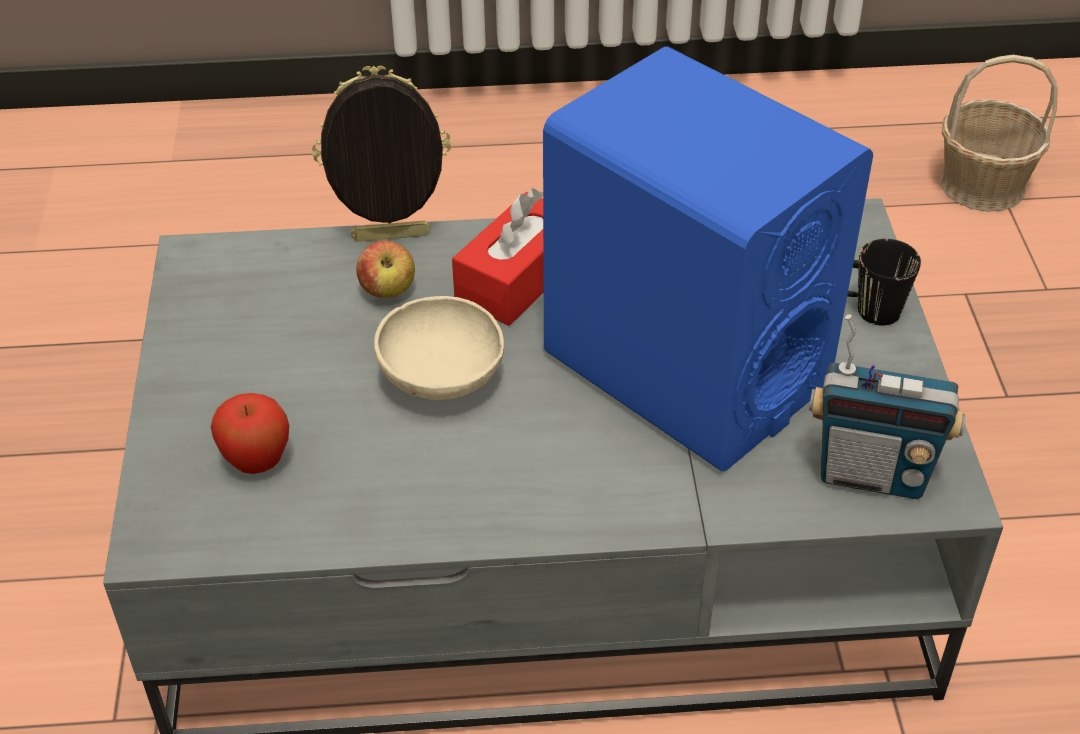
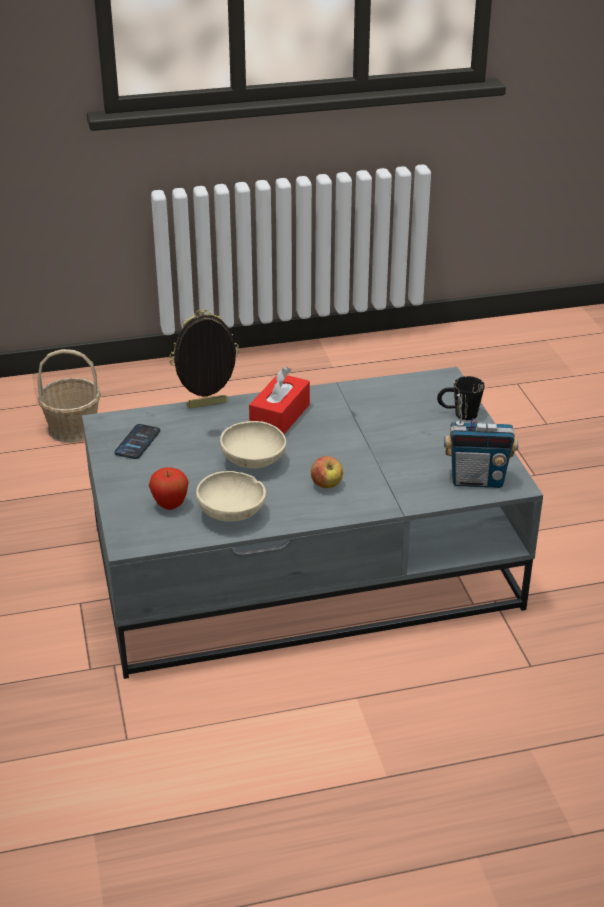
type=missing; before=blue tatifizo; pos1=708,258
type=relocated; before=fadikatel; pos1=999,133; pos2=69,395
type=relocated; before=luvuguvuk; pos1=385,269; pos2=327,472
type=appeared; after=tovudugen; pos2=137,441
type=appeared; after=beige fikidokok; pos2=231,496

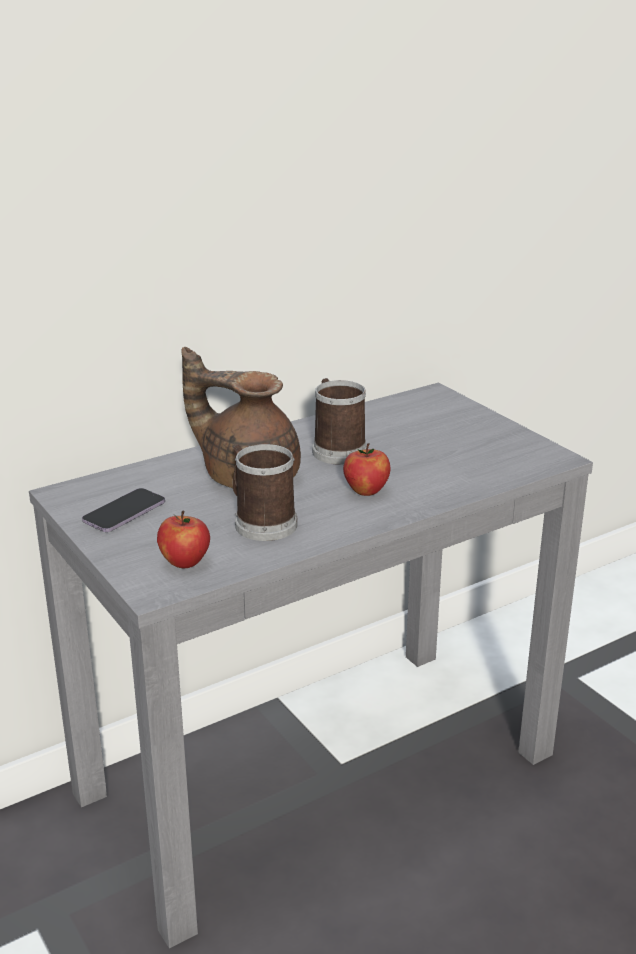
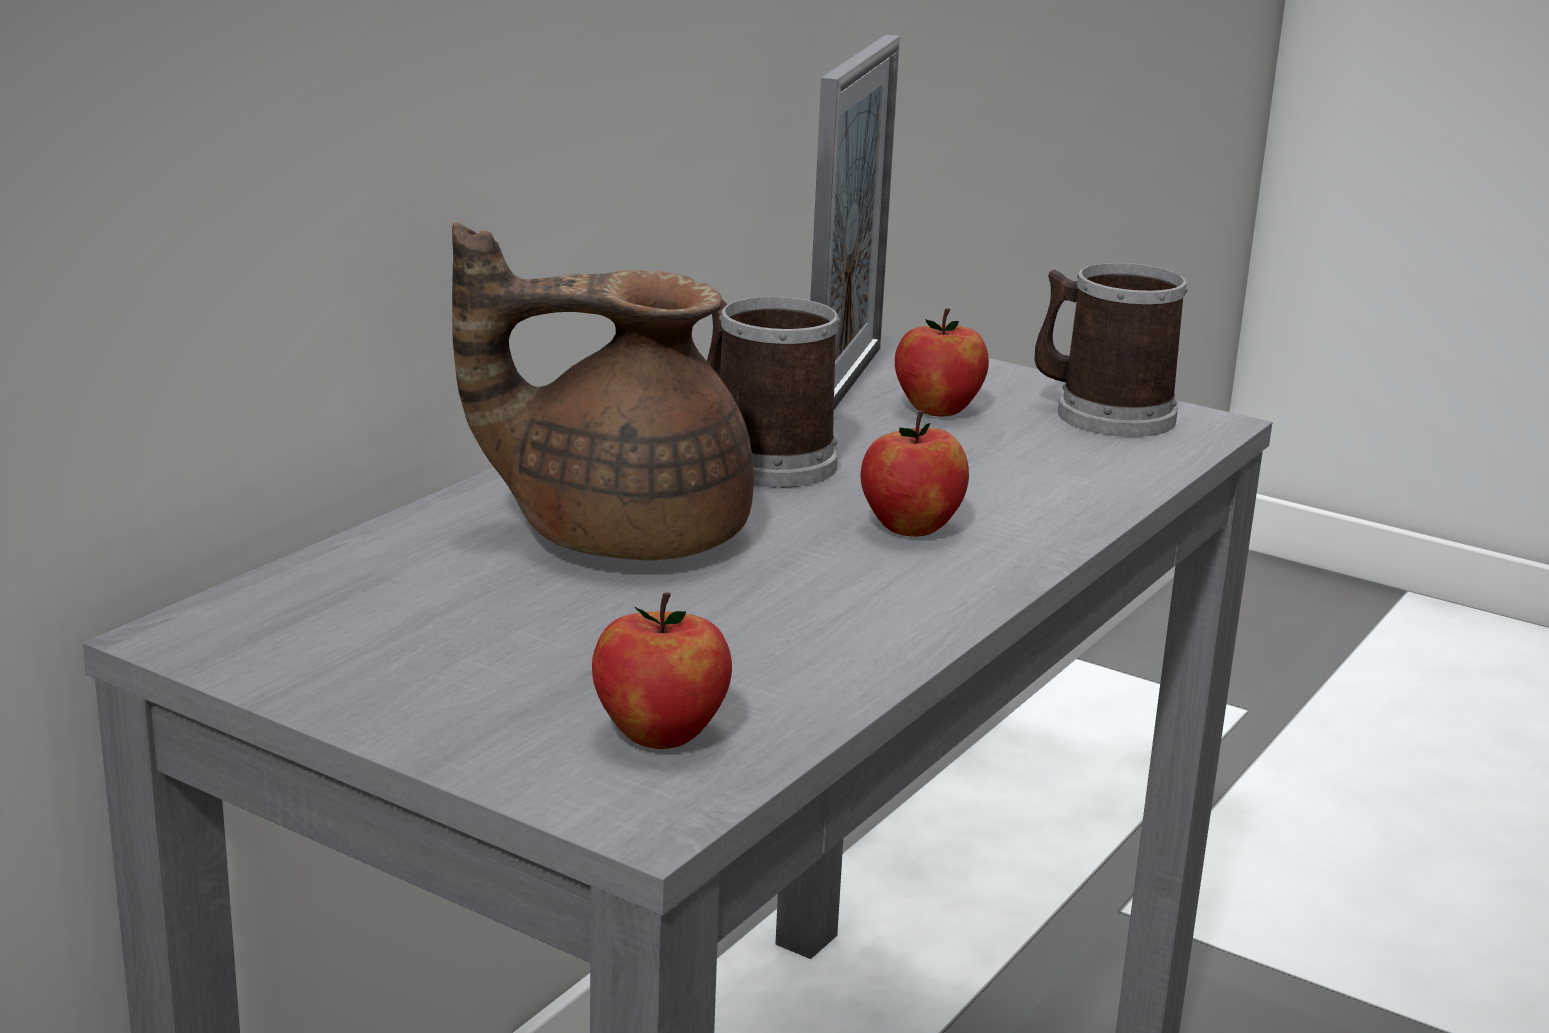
type=relocated; before=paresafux; pos1=265,492; pos2=1111,350
type=missing; before=tovudugen; pos1=123,510
type=appeared; after=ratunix; pos2=855,222
type=appeared; after=luvuguvuk; pos2=942,362

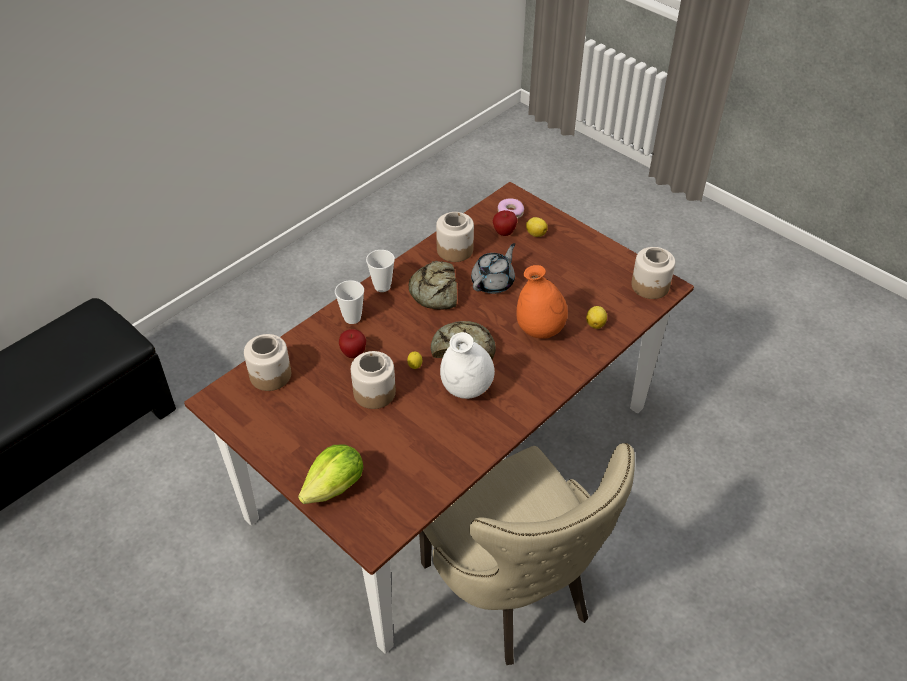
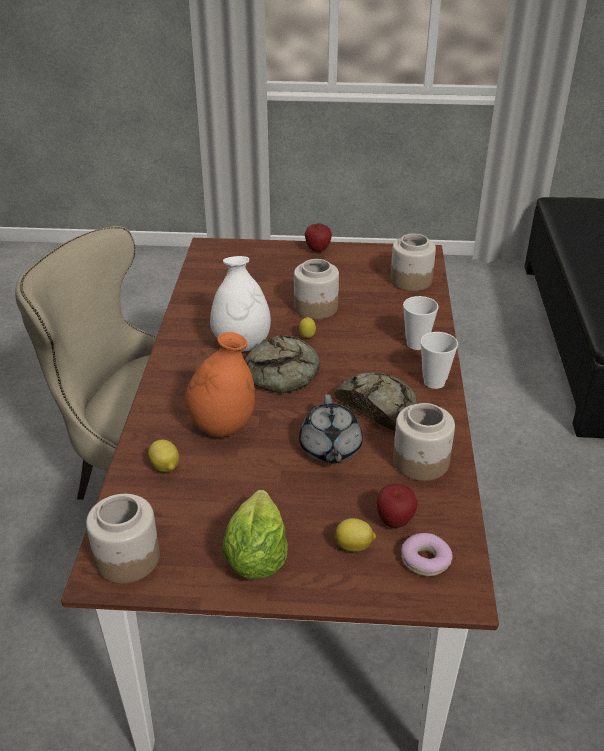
type=relocated; before=luvuguvuk; pos1=352,343; pos2=318,237
type=relocated; before=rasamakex; pos1=330,474; pos2=255,535

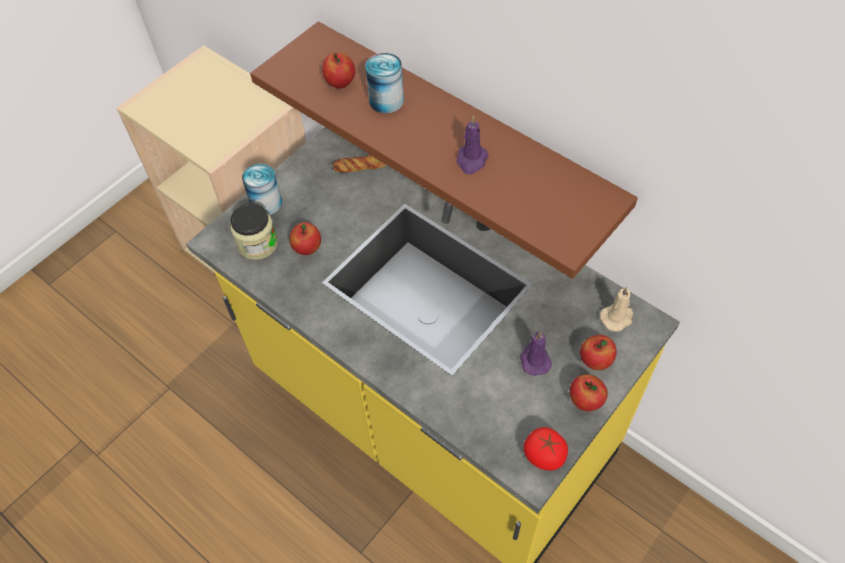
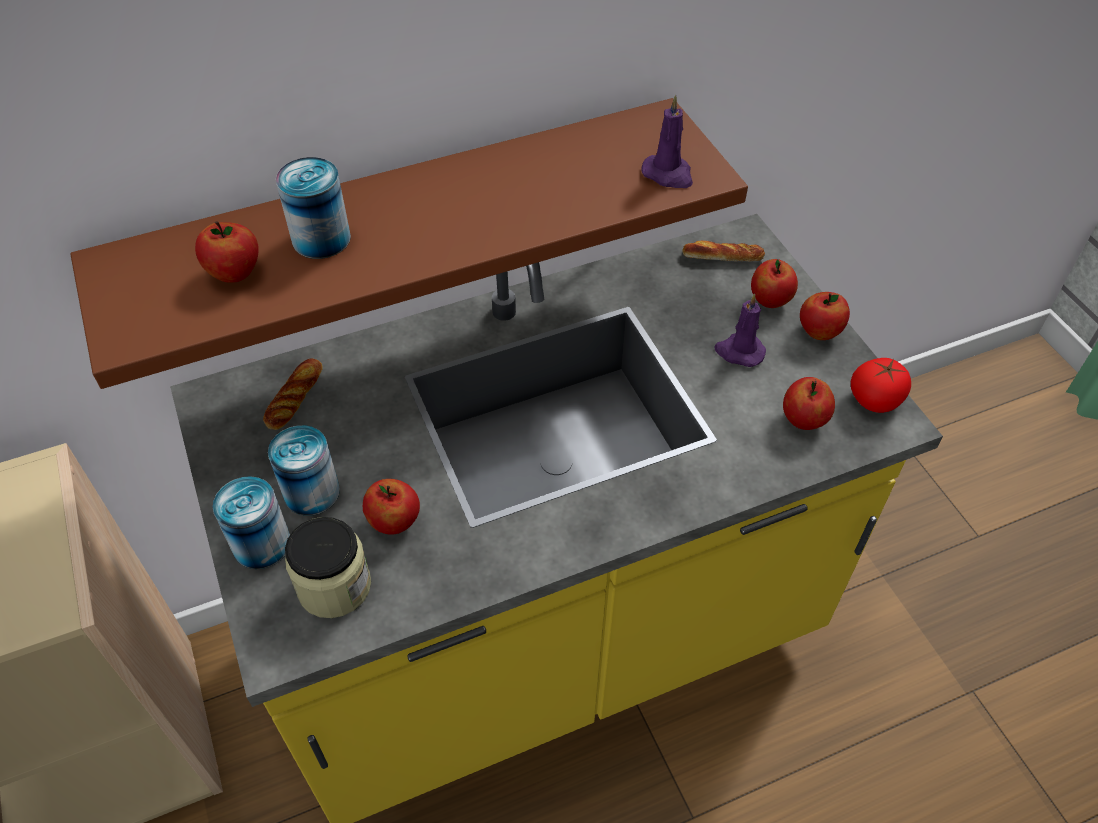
type=relocated; before=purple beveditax; pos1=473,145; pos2=667,141
type=exchanged; before=beige beveditax; after=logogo; pos1=616,309; pos2=723,250
type=appeared; after=luvuguvuk; pos2=809,403
type=appeared; after=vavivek; pos2=304,470

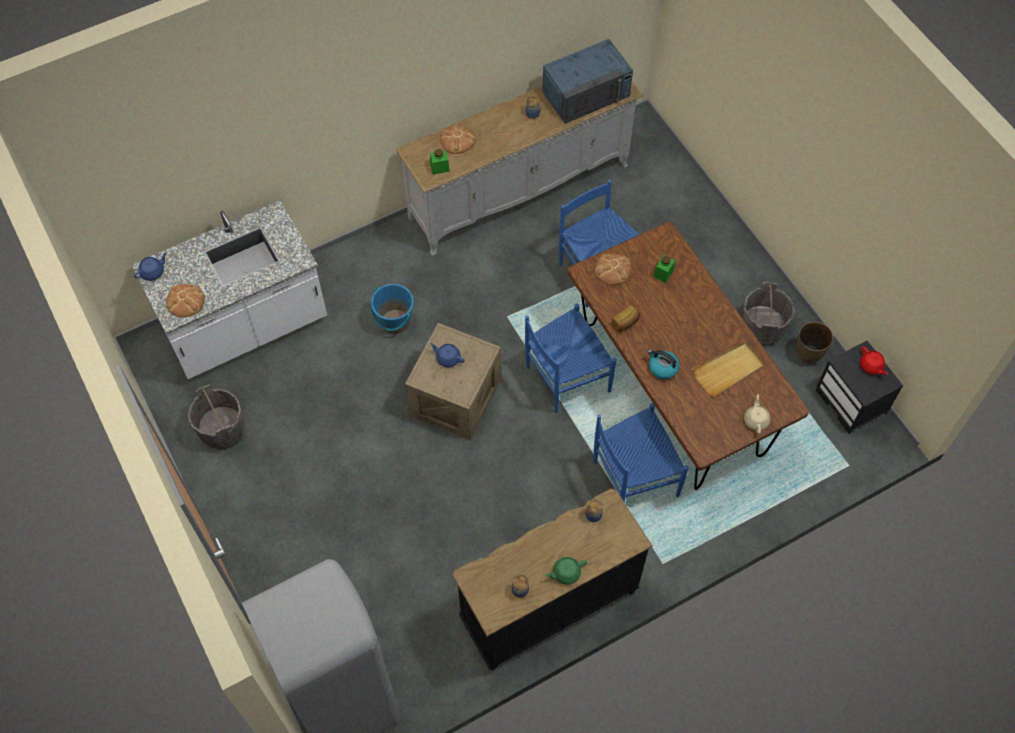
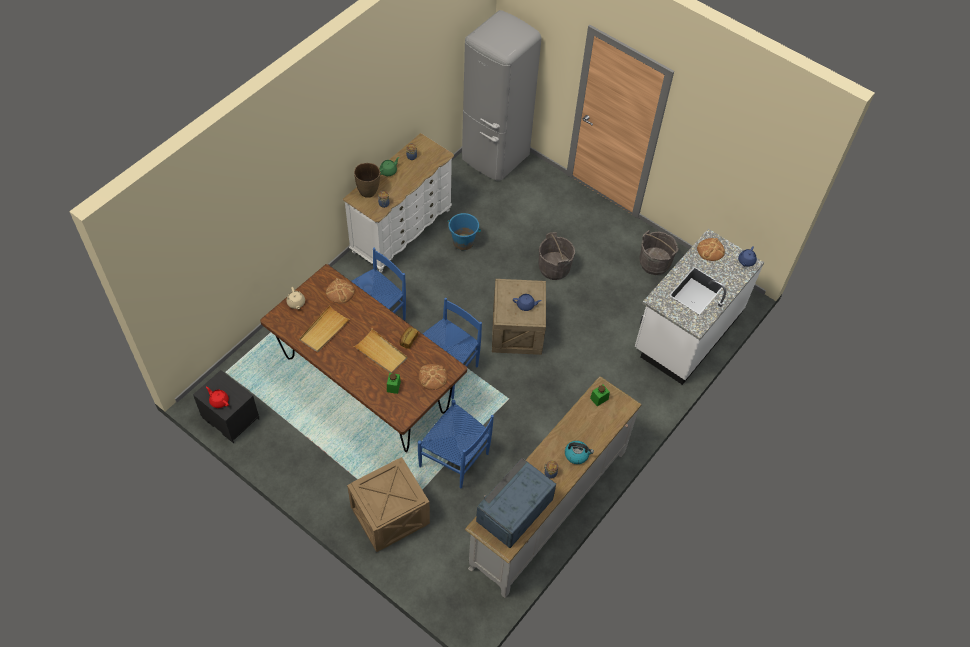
type=relocated; before=logogo; pos1=458,138; pos2=340,290
type=relocated; before=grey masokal; pos1=768,313; pos2=557,256
type=relocated; before=blue masokal; pos1=392,309; pos2=464,231
type=relocated; before=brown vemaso; pos1=815,343; pos2=367,180
type=relocated; before=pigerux; pos1=664,364; pos2=579,452
type=colour; before=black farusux; after=white farusux; pos1=552,579; pos2=398,203
type=appeared; after=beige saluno; pos2=381,351
type=appeared; after=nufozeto; pos2=388,504

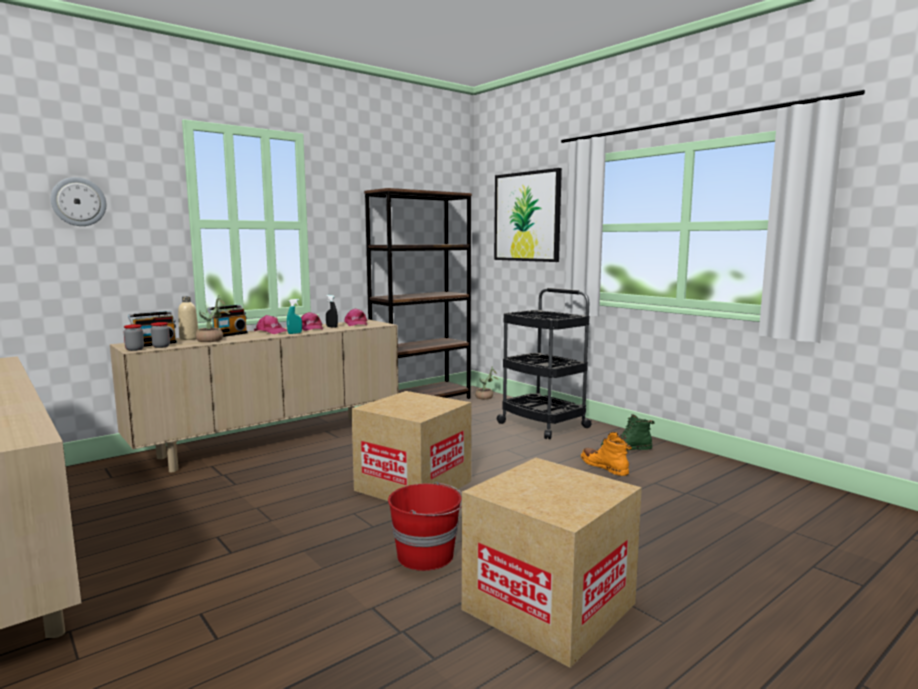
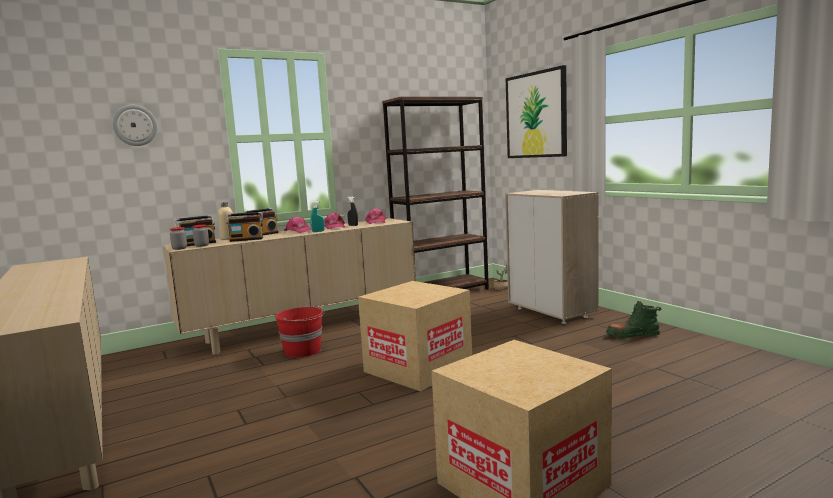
type=exchanged; before=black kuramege; after=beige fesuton; pos1=544,363; pos2=552,257
type=exchanged; before=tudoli; after=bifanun; pos1=213,318; pos2=244,227
type=missing; before=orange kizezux; pos1=606,454
type=relocated; before=red masokal; pos1=425,526; pos2=300,331

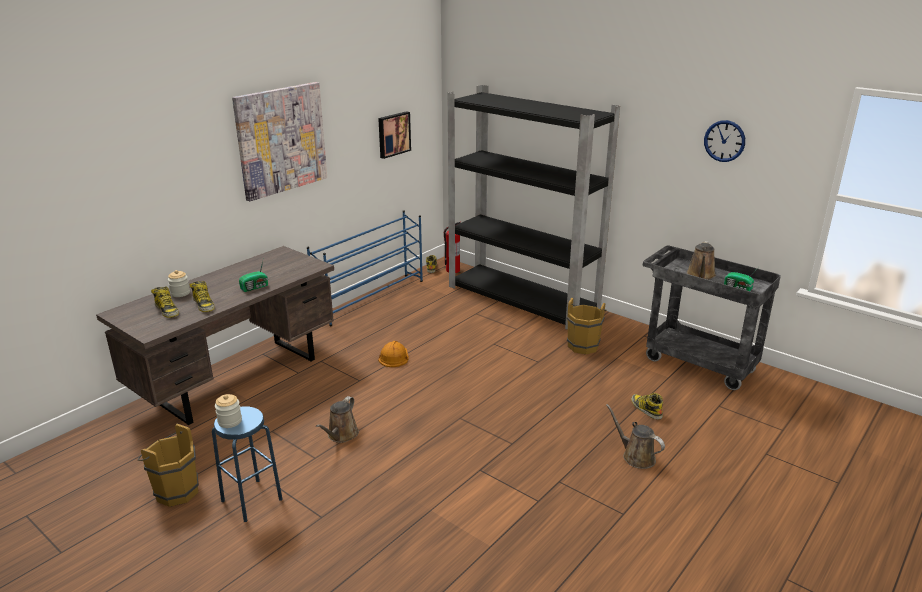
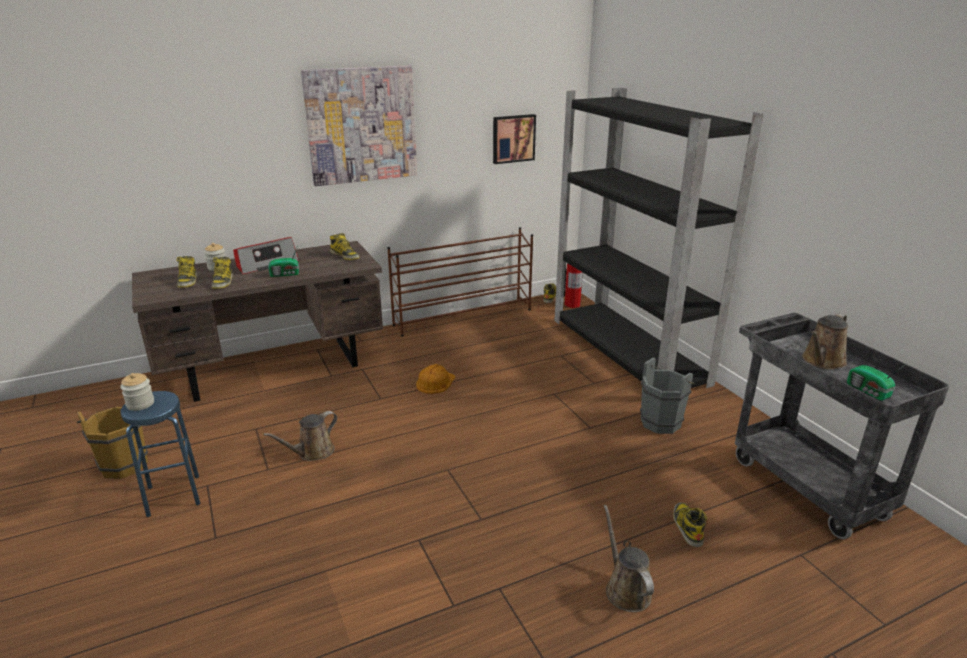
type=missing; before=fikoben; pos1=724,141
type=colour; before=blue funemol; after=brown funemol; pos1=365,268; pos2=460,282
type=colour; before=brown masokal; after=grey masokal; pos1=587,325; pos2=667,395
type=appeared; after=kizezux; pos2=345,246
type=appeared; after=bifanun; pos2=266,255

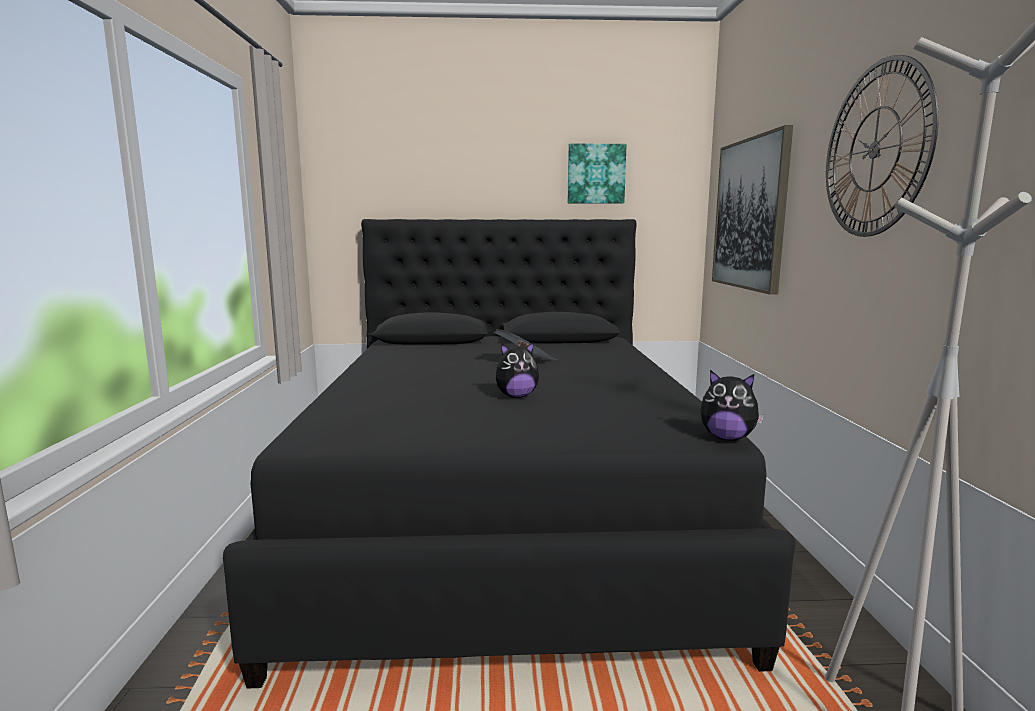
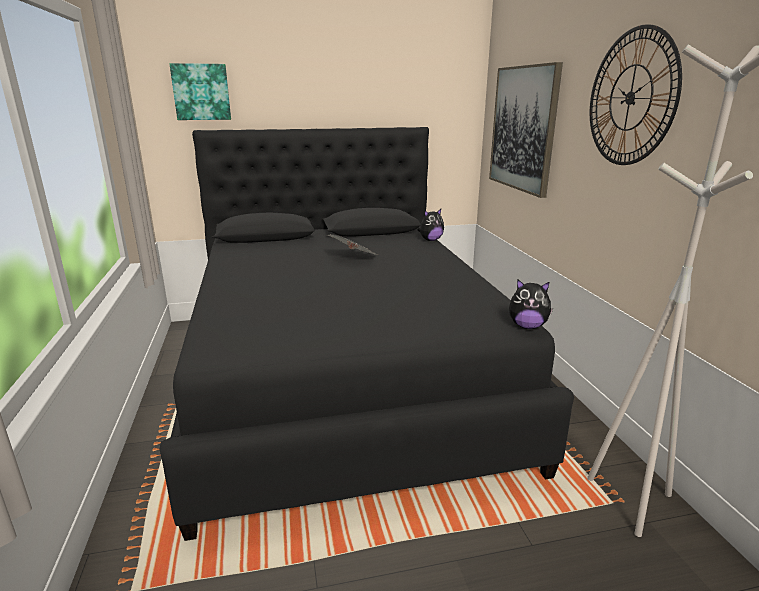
type=relocated; before=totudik; pos1=597,173; pos2=200,91
type=relocated; before=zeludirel; pos1=517,370; pos2=431,225

